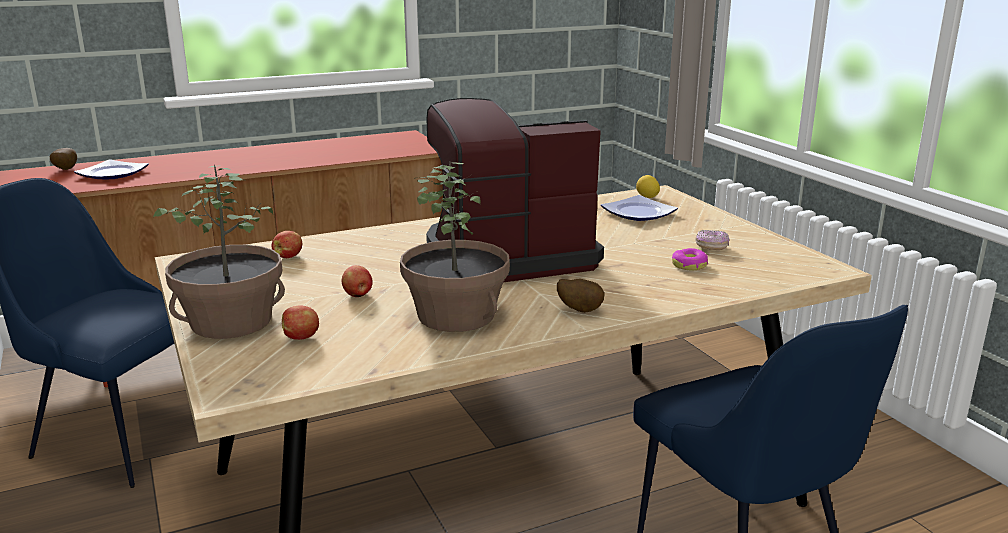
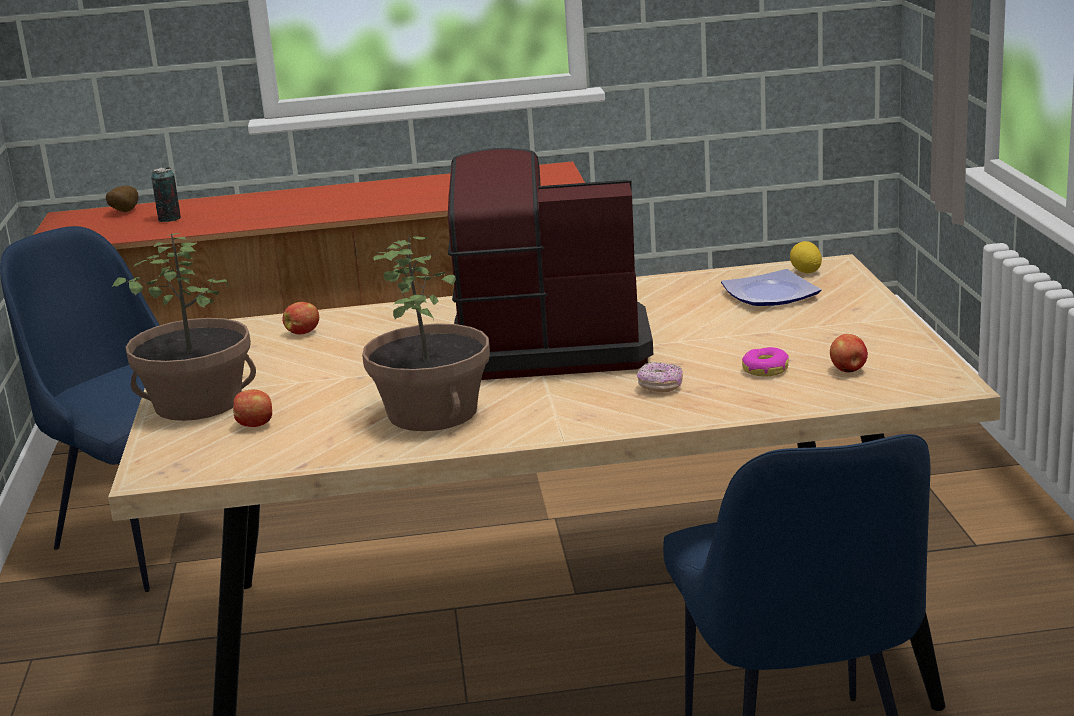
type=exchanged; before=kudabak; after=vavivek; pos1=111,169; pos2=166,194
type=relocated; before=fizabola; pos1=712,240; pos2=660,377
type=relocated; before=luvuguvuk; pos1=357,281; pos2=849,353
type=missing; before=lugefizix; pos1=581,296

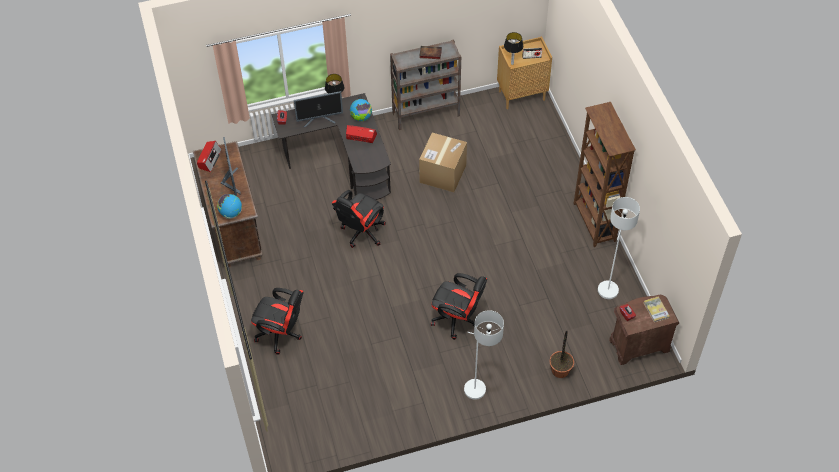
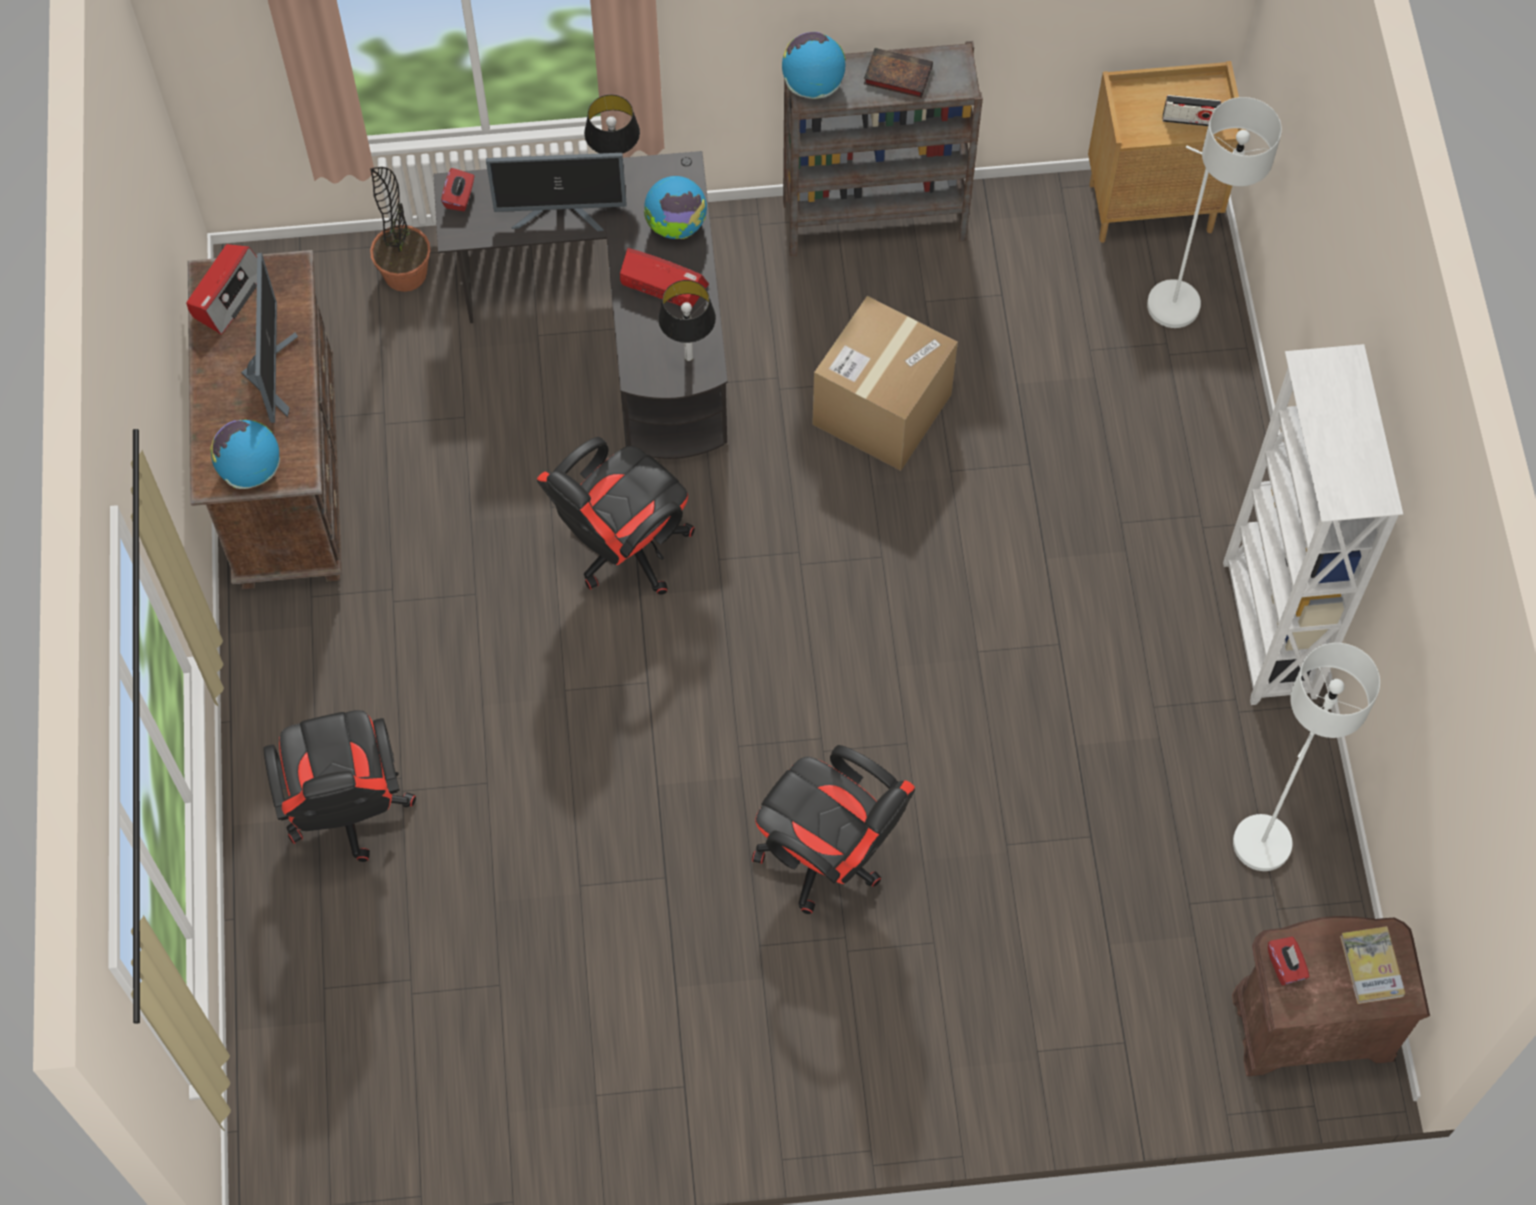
type=relocated; before=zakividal; pos1=513,48; pos2=687,320
type=colour; before=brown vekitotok; after=white vekitotok; pos1=604,174; pos2=1313,524
type=spun; before=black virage; pos1=277,321; pos2=339,786; turn=45
type=relocated; before=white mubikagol; pos1=484,355; pos2=1214,212
type=relocated; before=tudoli; pos1=561,354; pos2=400,229
type=appeared; after=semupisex; pos2=814,65

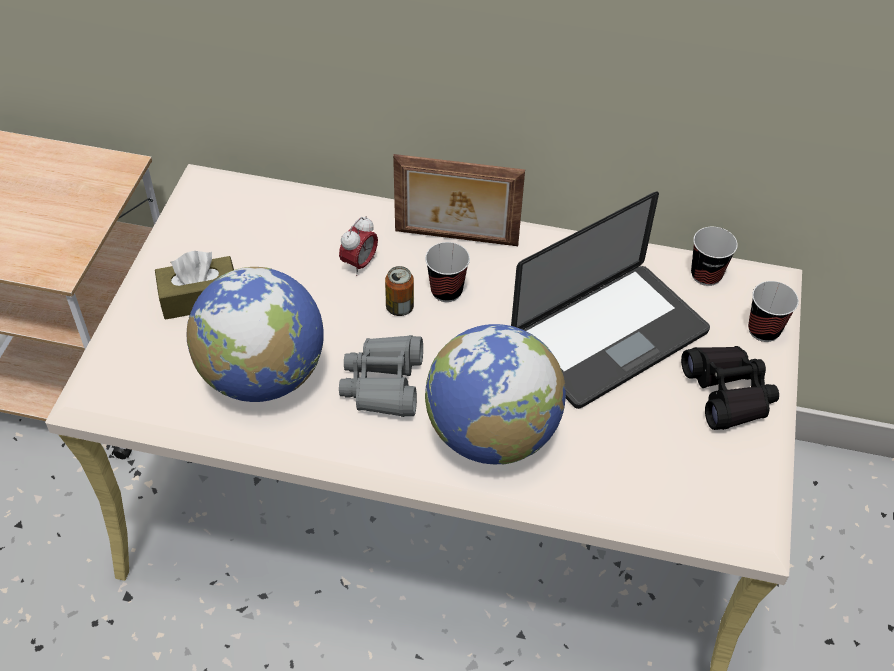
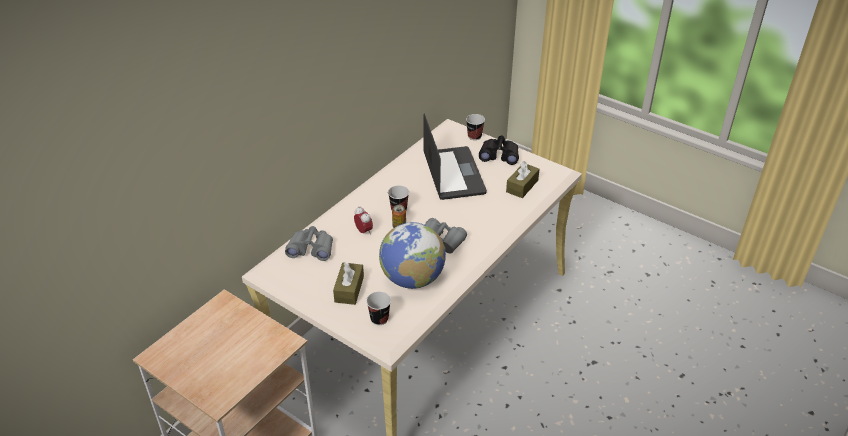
type=missing; before=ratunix; pos1=459,200
type=relocated; before=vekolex; pos1=714,256; pos2=378,308
type=missing; before=semupisex; pos1=495,394
type=appeared; after=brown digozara; pos2=523,179
type=appeared; after=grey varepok; pos2=309,243

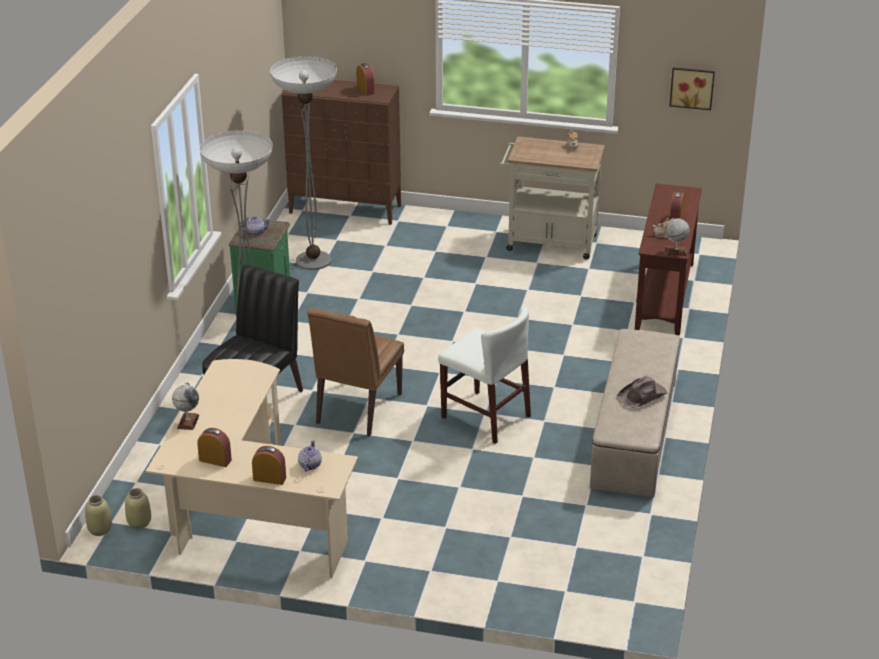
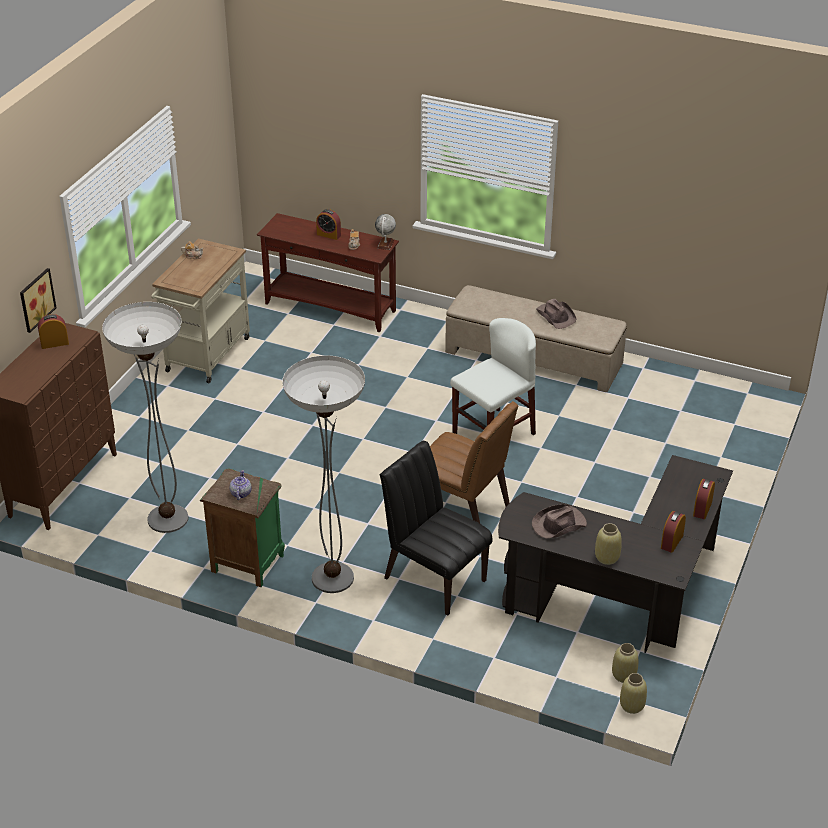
type=relocated; before=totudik; pos1=692,88; pos2=38,300
type=colour; before=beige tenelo; after=black tenelo; pos1=252,468; pos2=615,554
type=exchanged; before=semupisex; after=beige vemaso; pos1=185,406; pos2=608,544
type=missing; before=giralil; pos1=310,456
type=appeared; after=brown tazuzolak; pos2=559,521

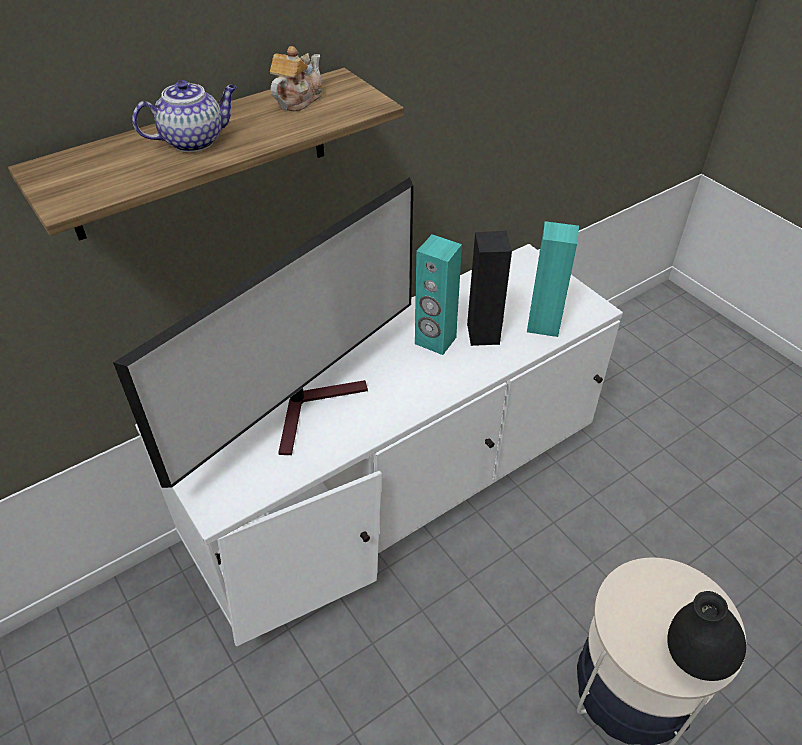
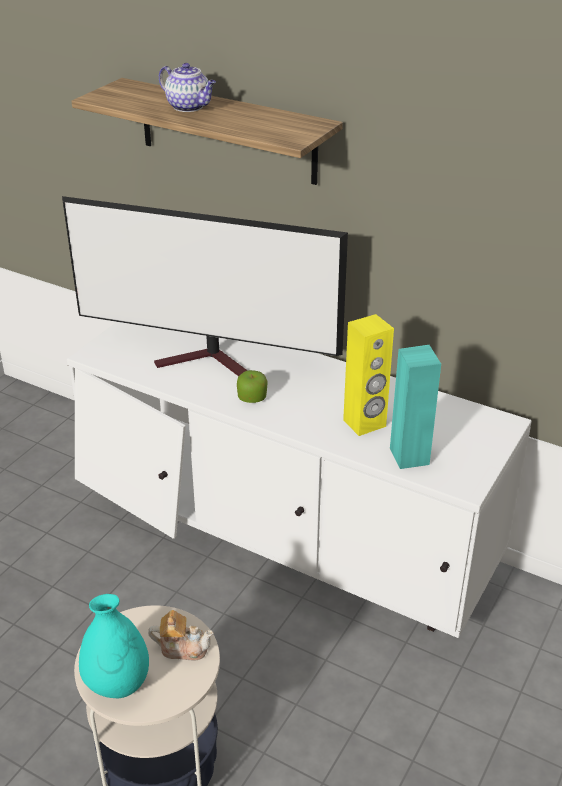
type=relocated; before=giralil; pos1=296,78; pos2=181,635
type=colour; before=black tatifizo; after=yellow tatifizo; pos1=489,288; pos2=368,375
type=missing; before=turquoise tatifizo; pos1=438,294
type=colour; before=black vemaso; after=turquoise vemaso; pos1=706,636; pos2=114,646
type=appeared; after=luvuguvuk; pos2=252,386

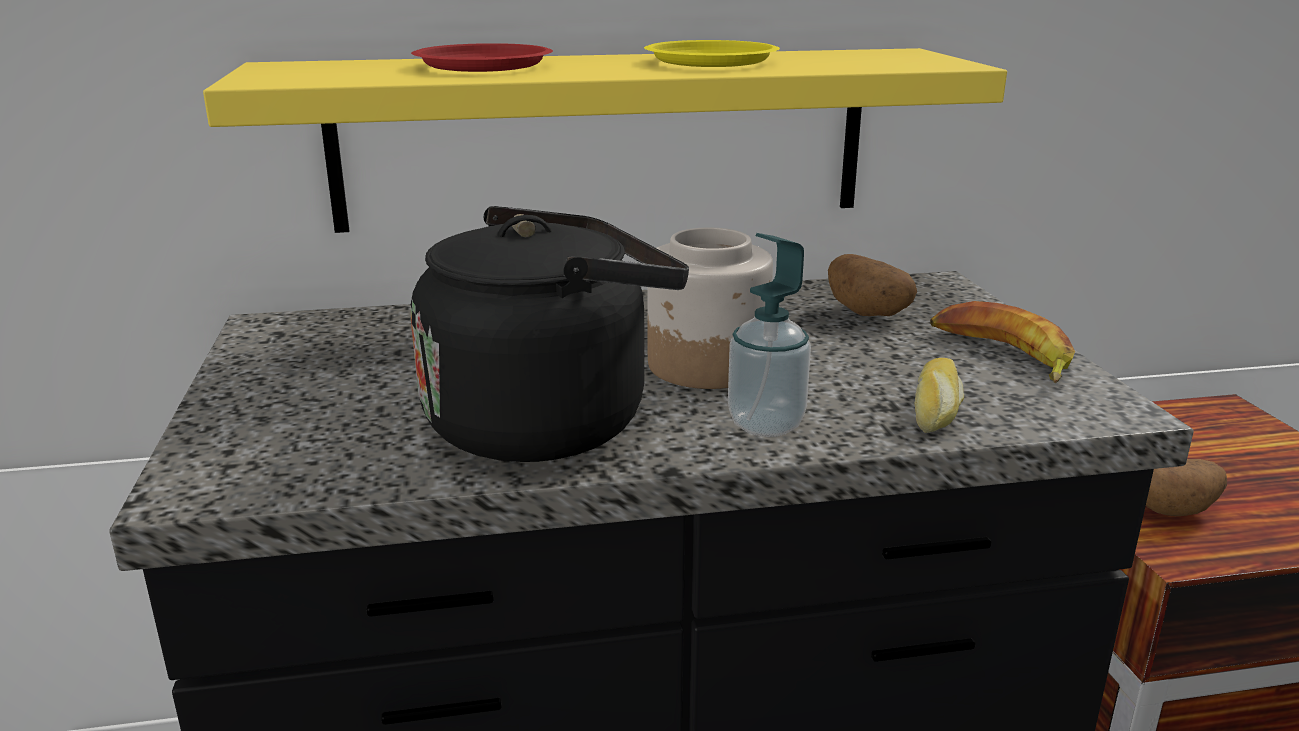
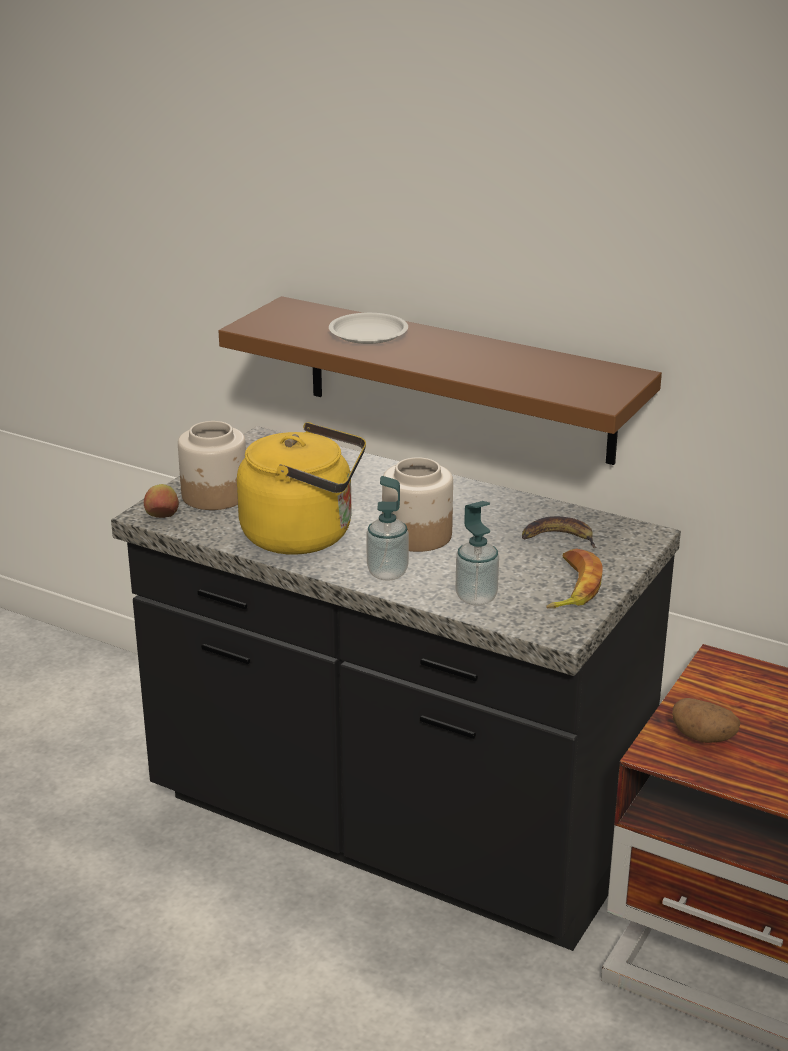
type=missing; before=yellow kudabak; pos1=712,53
type=colour; before=red kudabak; after=white kudabak; pos1=482,57; pos2=368,328
type=colour; before=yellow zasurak; after=brown zasurak; pos1=605,140; pos2=440,380
type=colour; before=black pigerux; after=yellow pigerux; pos1=550,334; pos2=301,488
type=exchanged; before=lugefizix; after=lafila; pos1=872,285; pos2=559,532
type=exchanged; before=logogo; after=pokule; pos1=939,395; pos2=477,553
type=appeared; after=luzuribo; pos2=212,465
type=appeared; after=luvuguvuk; pos2=161,501

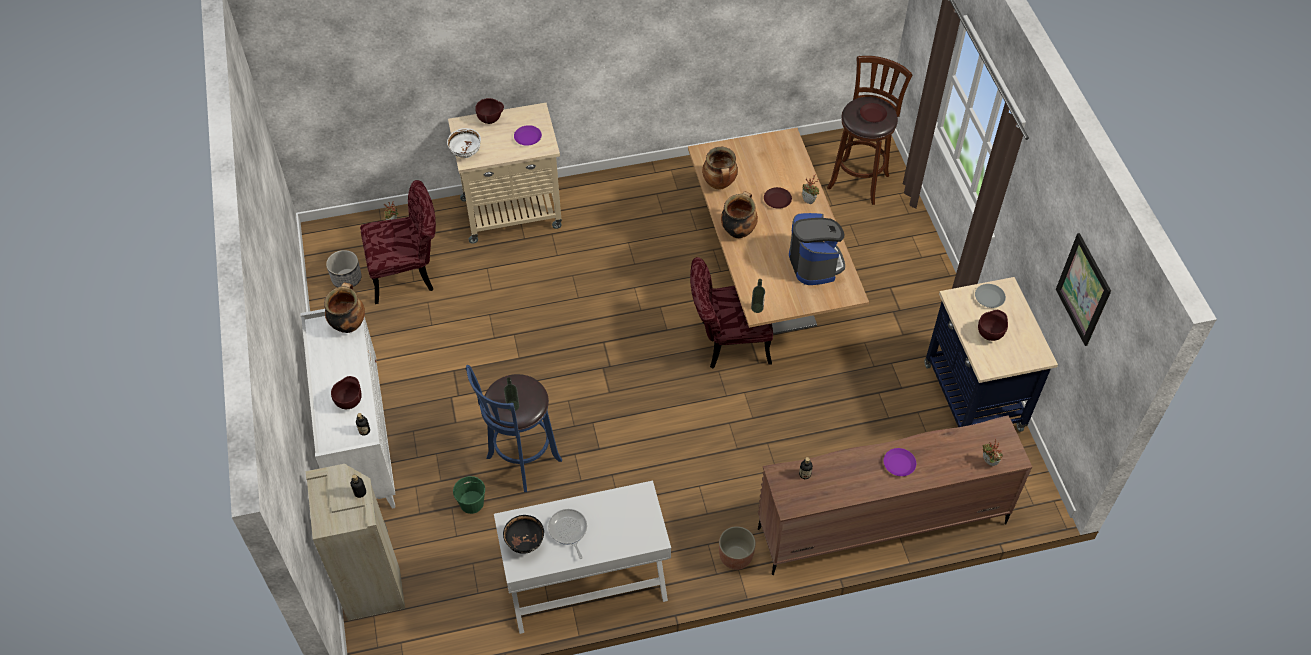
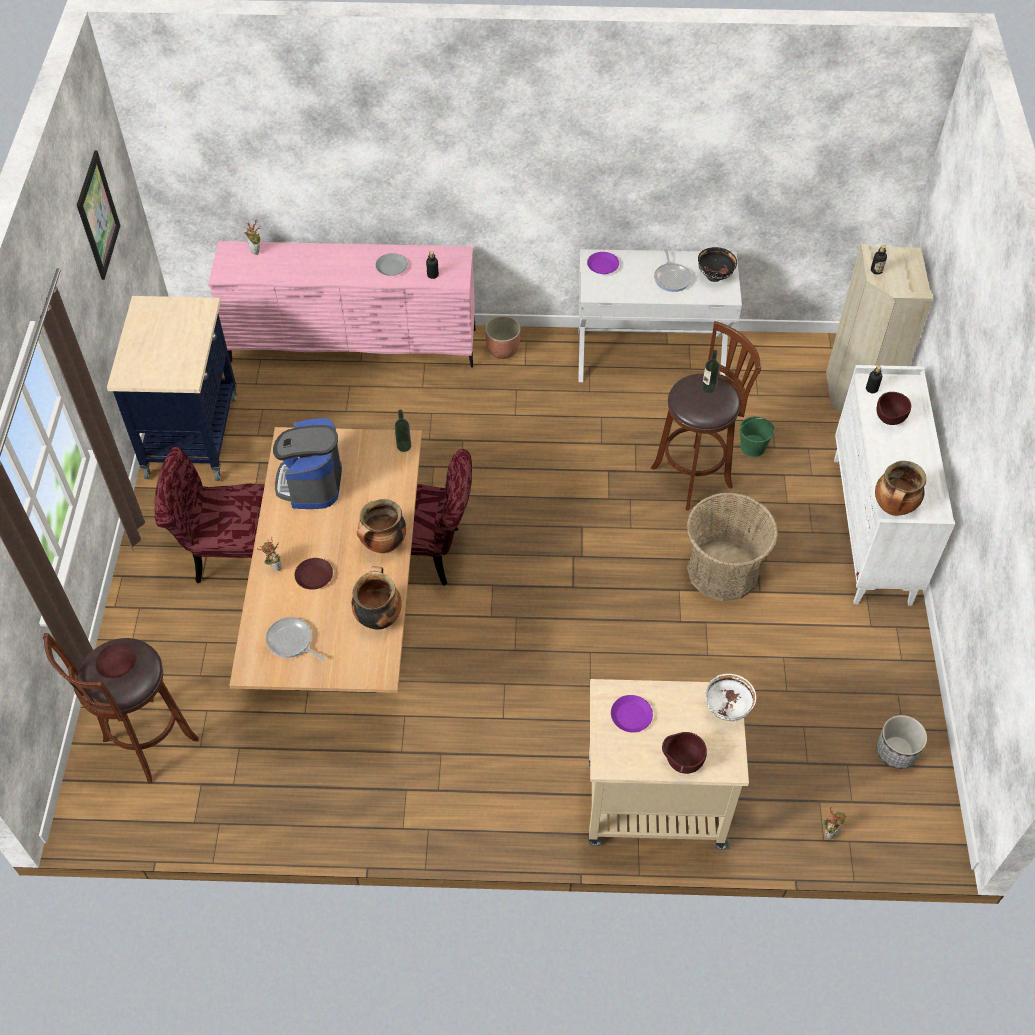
type=relocated; before=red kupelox; pos1=398,242; pos2=210,515
type=relocated; before=grey kudabak; pos1=990,296; pos2=391,264
type=missing; before=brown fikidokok; pos1=993,325
type=colour; before=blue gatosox; after=brown gatosox; pos1=514,428; pos2=706,416
type=colour; before=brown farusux; after=pink farusux; pos1=895,495; pos2=341,304
type=relocated; before=purple kudabak; pos1=900,462; pos2=603,263
type=appeared; after=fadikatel; pos2=732,546
type=appeared; after=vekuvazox; pos2=295,638

